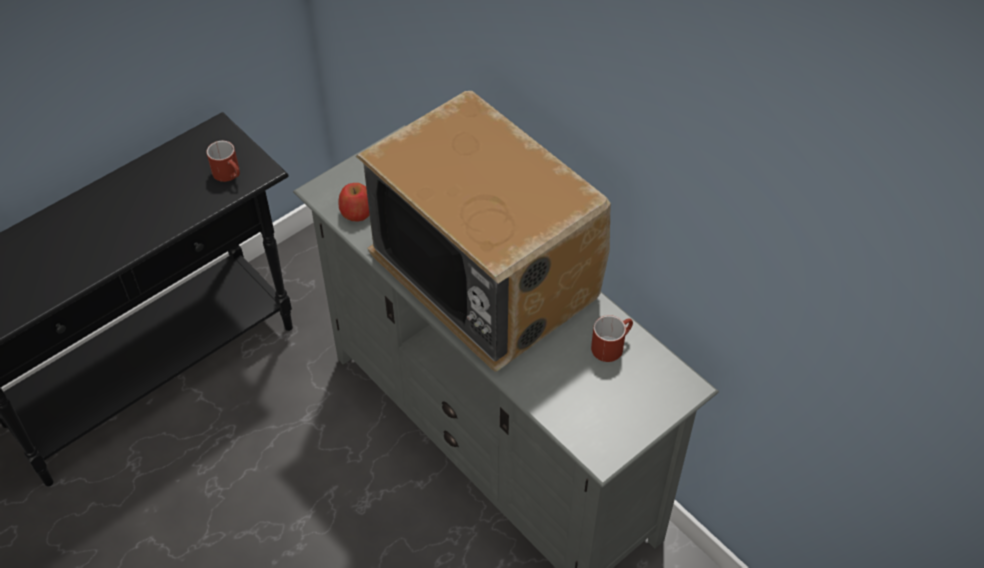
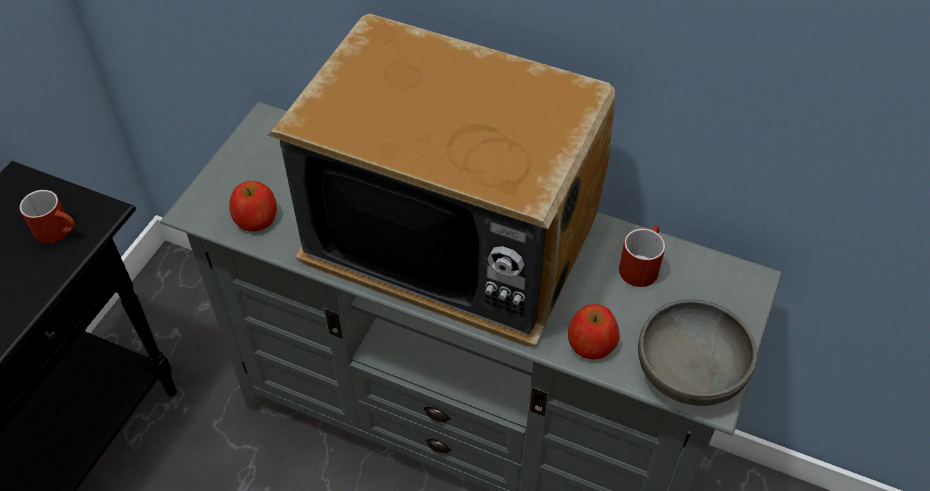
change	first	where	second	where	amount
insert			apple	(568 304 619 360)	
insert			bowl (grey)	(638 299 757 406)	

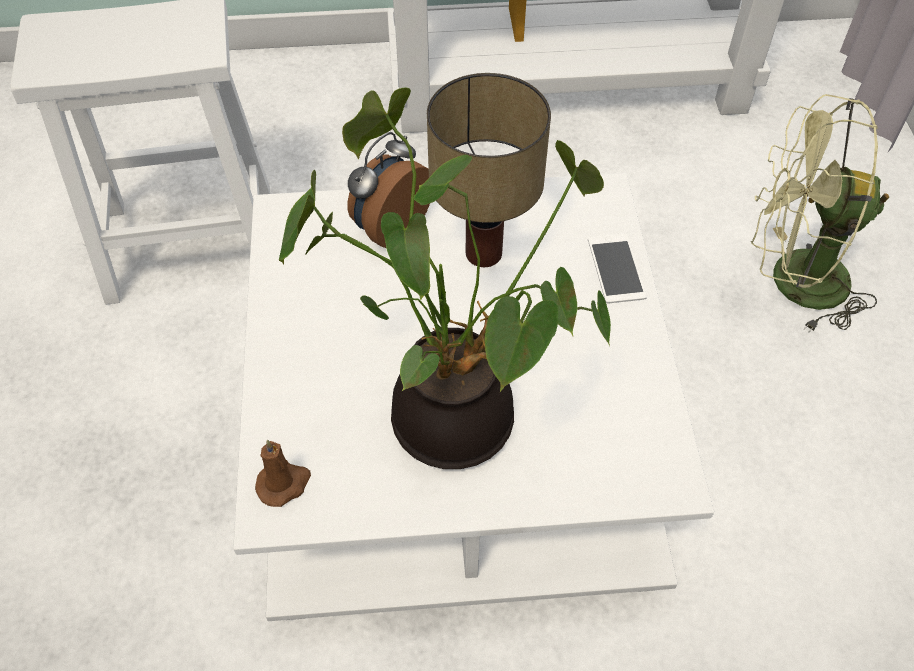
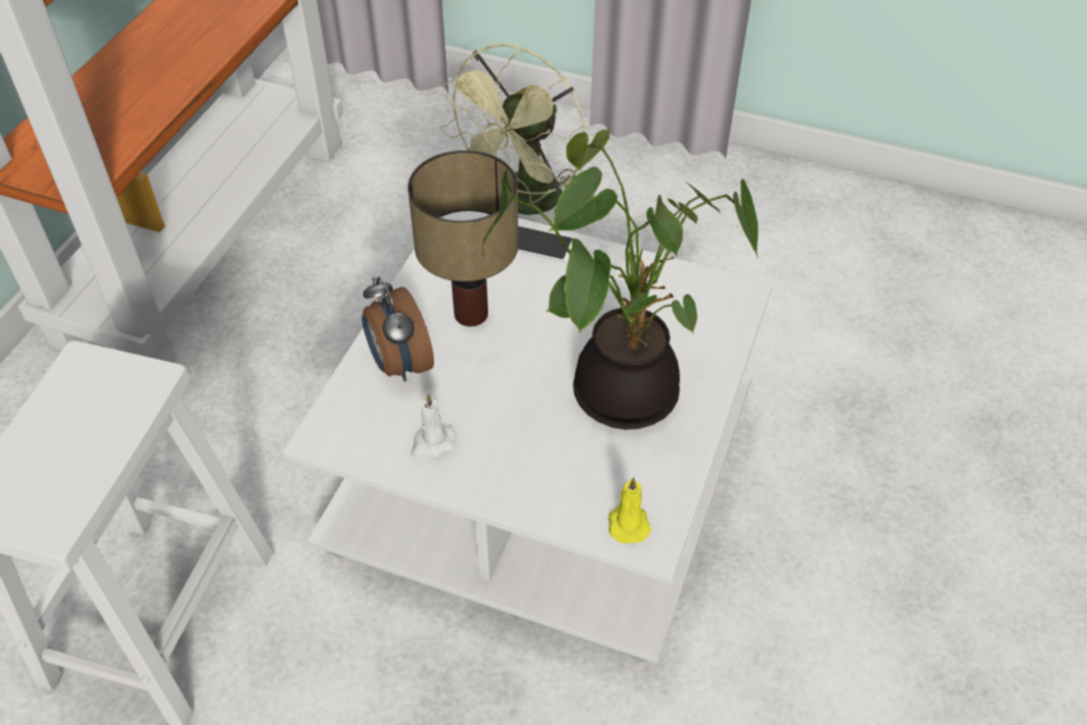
change	first	where	second	where	amount
recolor	candle (brown)	(255 440 311 507)	candle (yellow)	(608 477 651 543)	
insert			candle (white)	(411 394 456 460)	

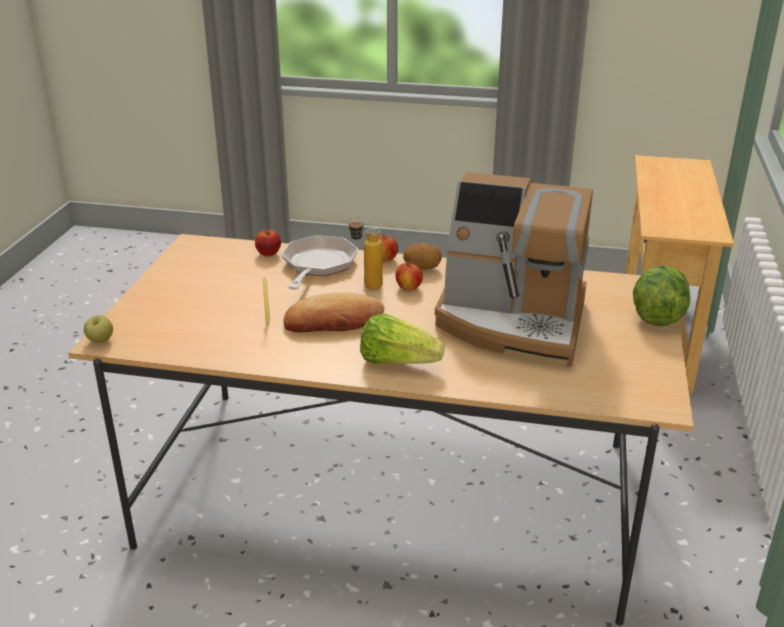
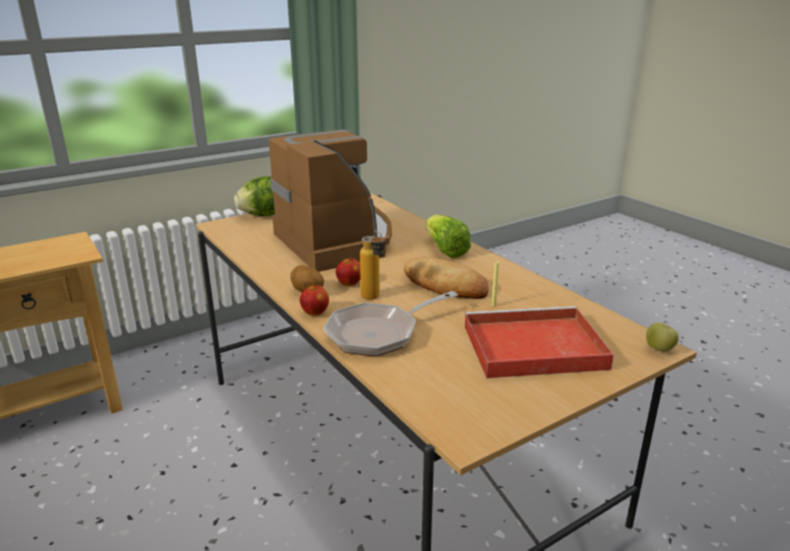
change	first	where	second	where	amount
delete	apple	(255 228 281 256)			
insert			tray (red)	(464 306 614 378)	

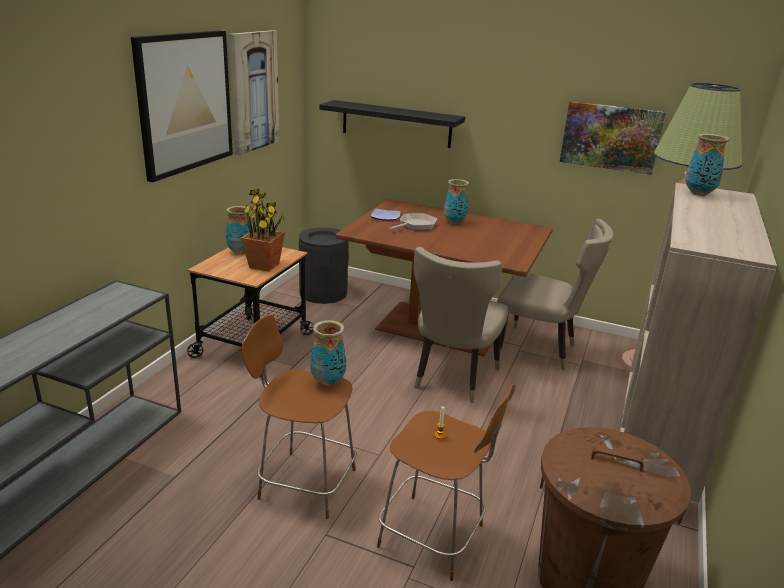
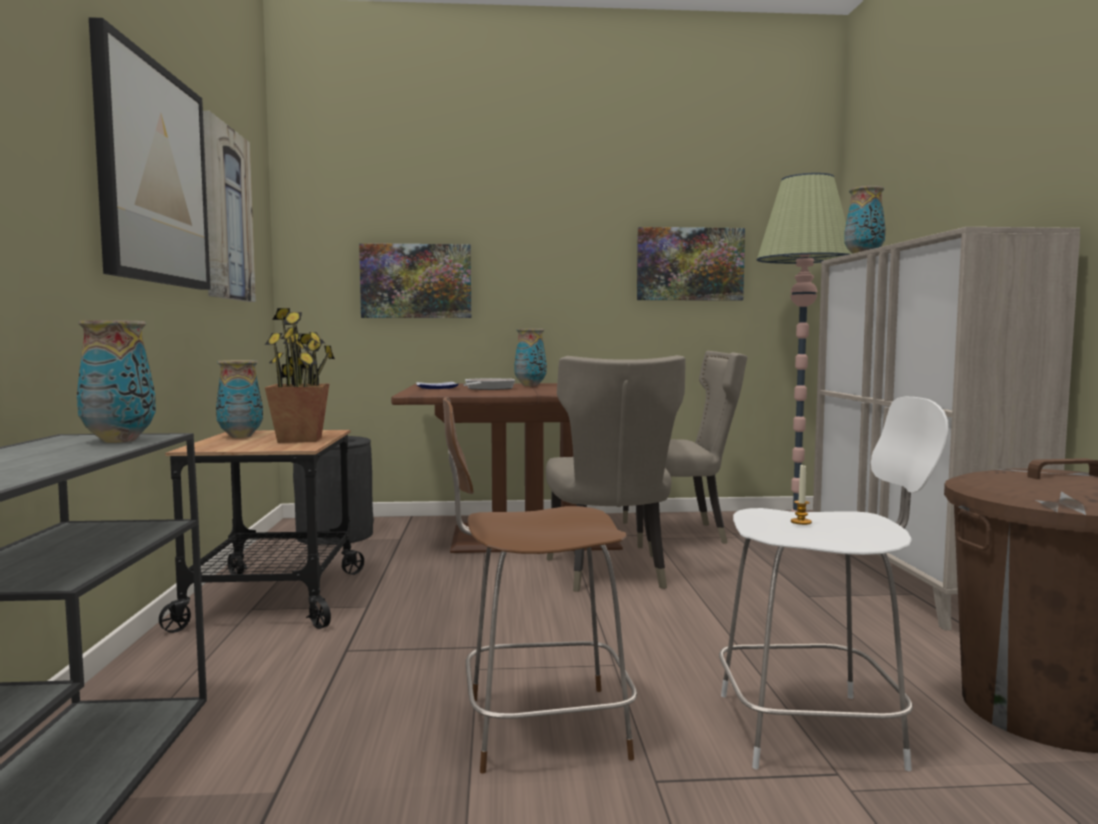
change	first	where	second	where	amount
move	vase	(310 320 346 386)		(77 320 156 443)	
replace	shelf (black)	(319 100 465 148)	picture	(359 243 471 318)	
recolor	stool (brown)	(377 384 515 581)	stool (white)	(719 397 949 771)	

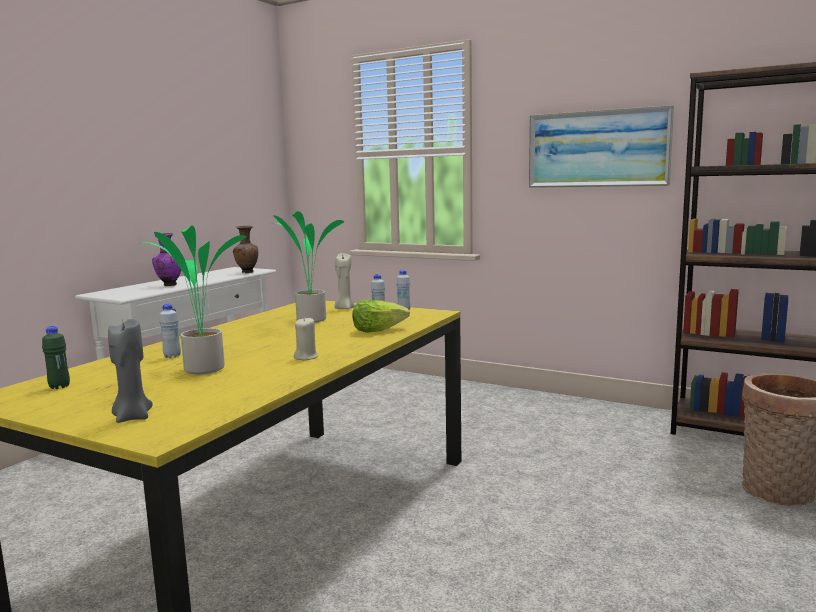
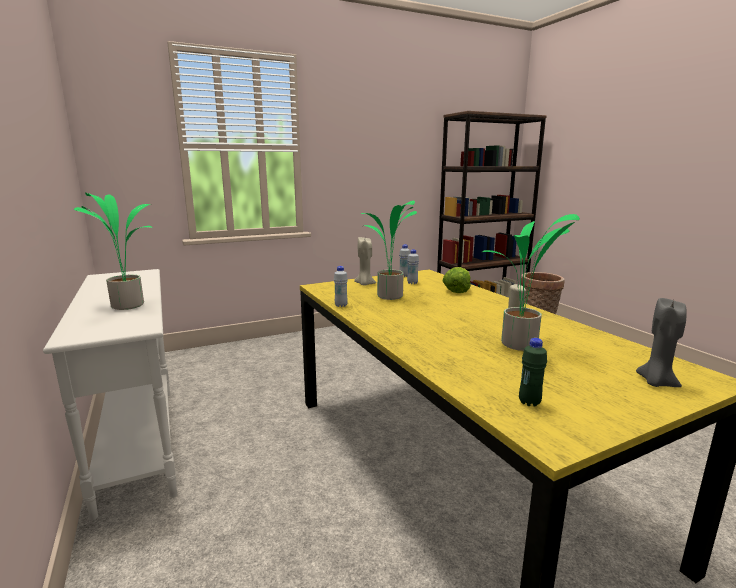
change	first	where	second	where	amount
replace	vase (purple)	(152 233 181 286)	potted plant	(74 193 152 310)	
move	bottle (white)	(159 304 181 358)		(334 266 348 307)	
delete	vase (brown)	(233 226 258 274)			
delete	picture	(529 105 674 188)			

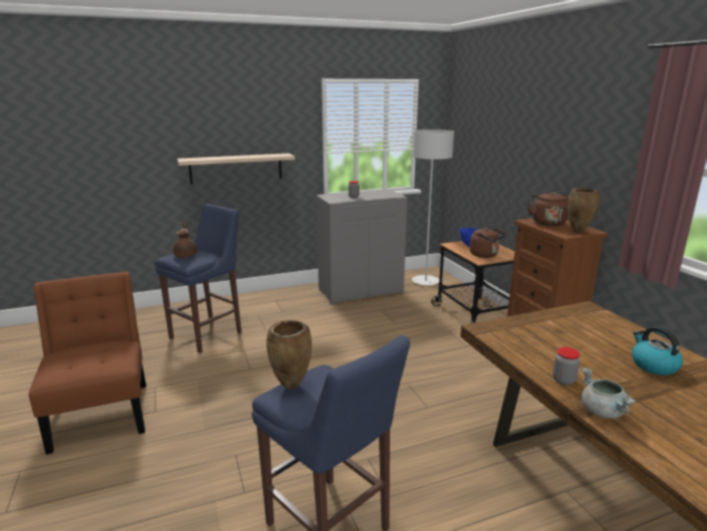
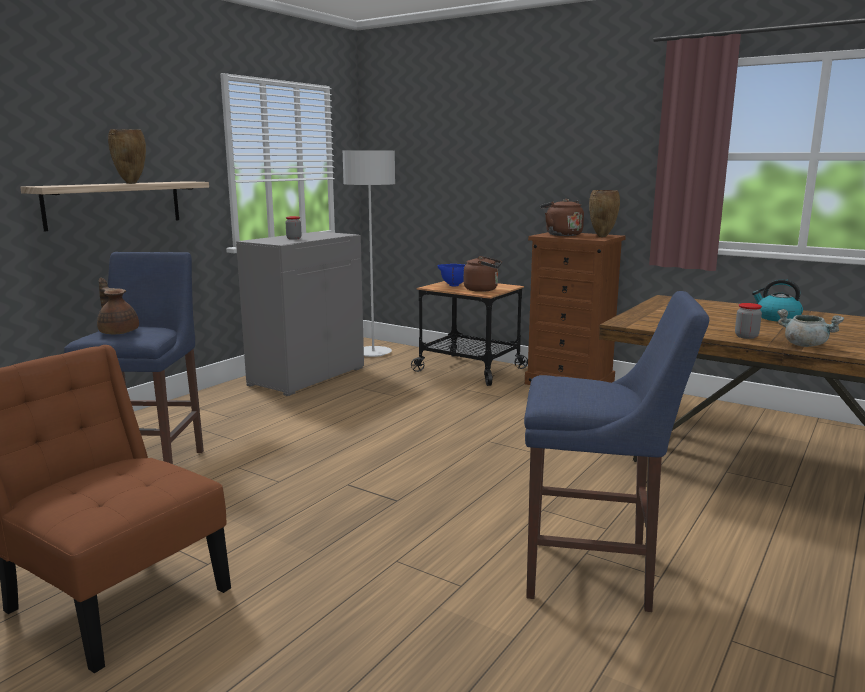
change	first	where	second	where	amount
move	vase (brown)	(266 320 312 390)		(108 129 146 184)	

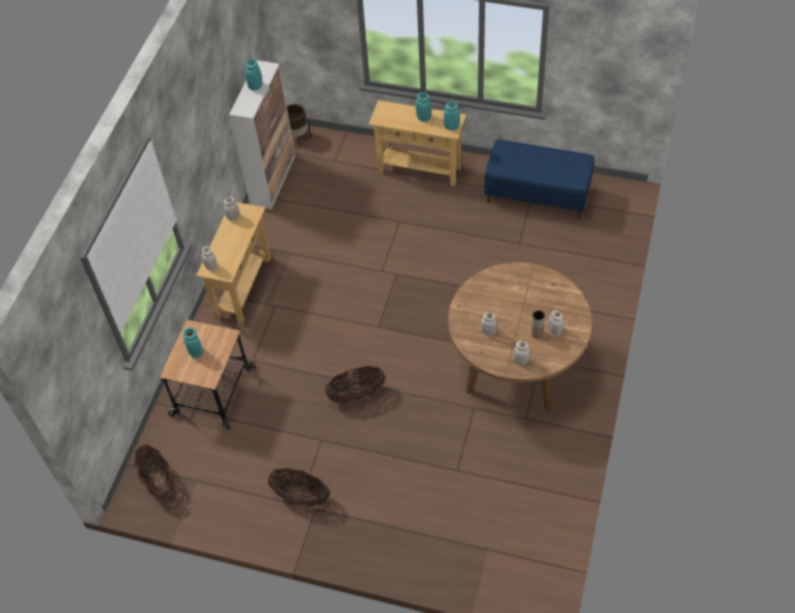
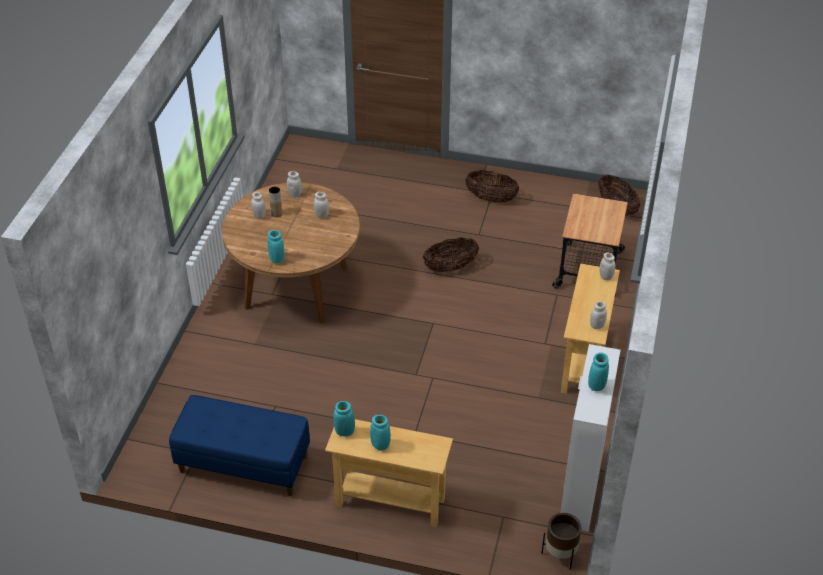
change	first	where	second	where	amount
move	vase (turquoise)	(183 328 203 358)		(268 230 285 264)	

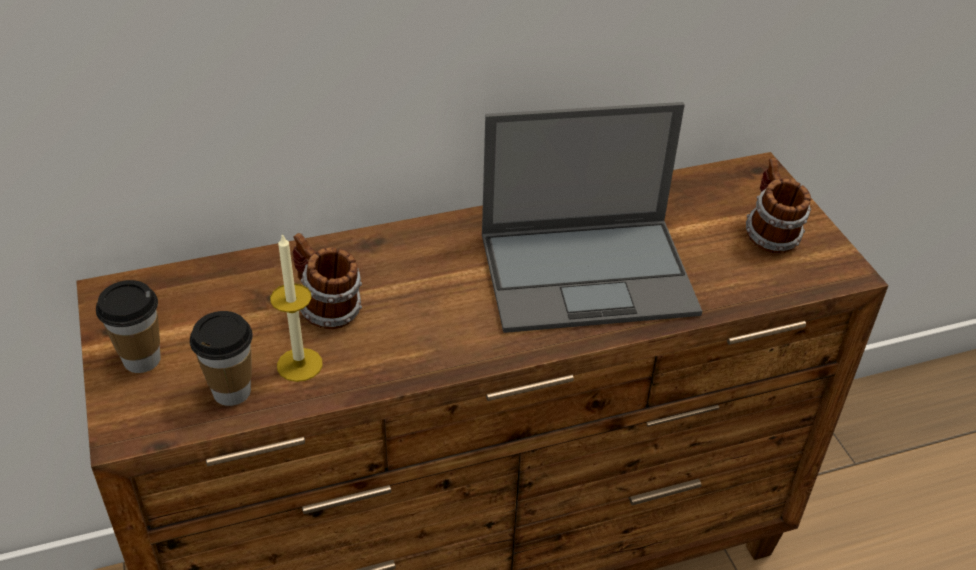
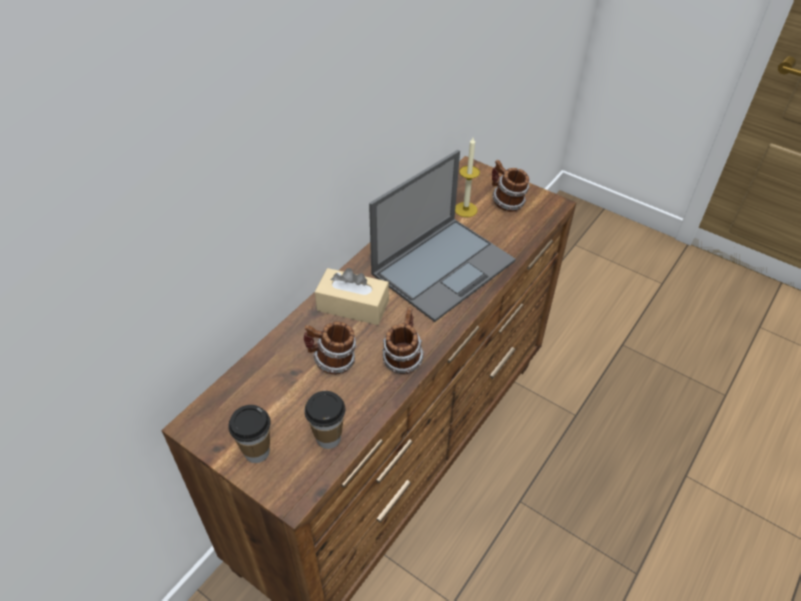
change	first	where	second	where	amount
move	candle	(270 233 323 382)		(455 138 480 217)	
insert			tissue box (beige)	(315 268 389 325)	
insert			mug	(382 307 424 374)	

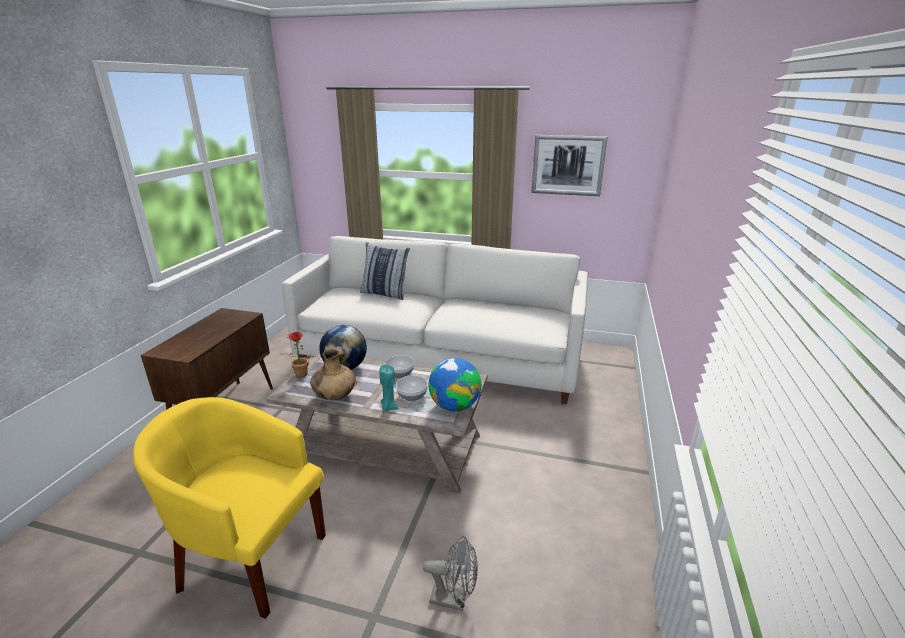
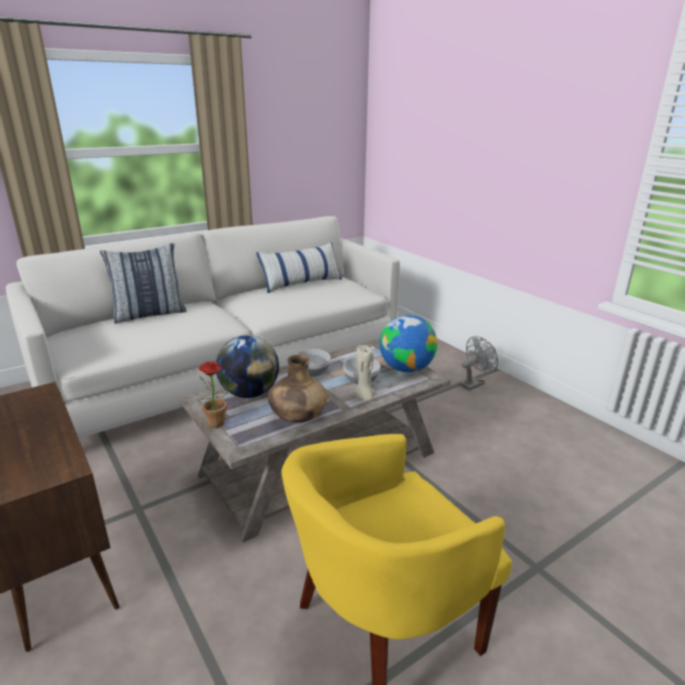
change	first	where	second	where	amount
recolor	candle (turquoise)	(380 365 399 412)	candle (beige)	(351 345 377 401)	
move	fan (grey)	(423 536 478 611)		(459 336 498 391)	
delete	picture	(532 135 608 196)			
insert			pillow	(256 242 342 293)	

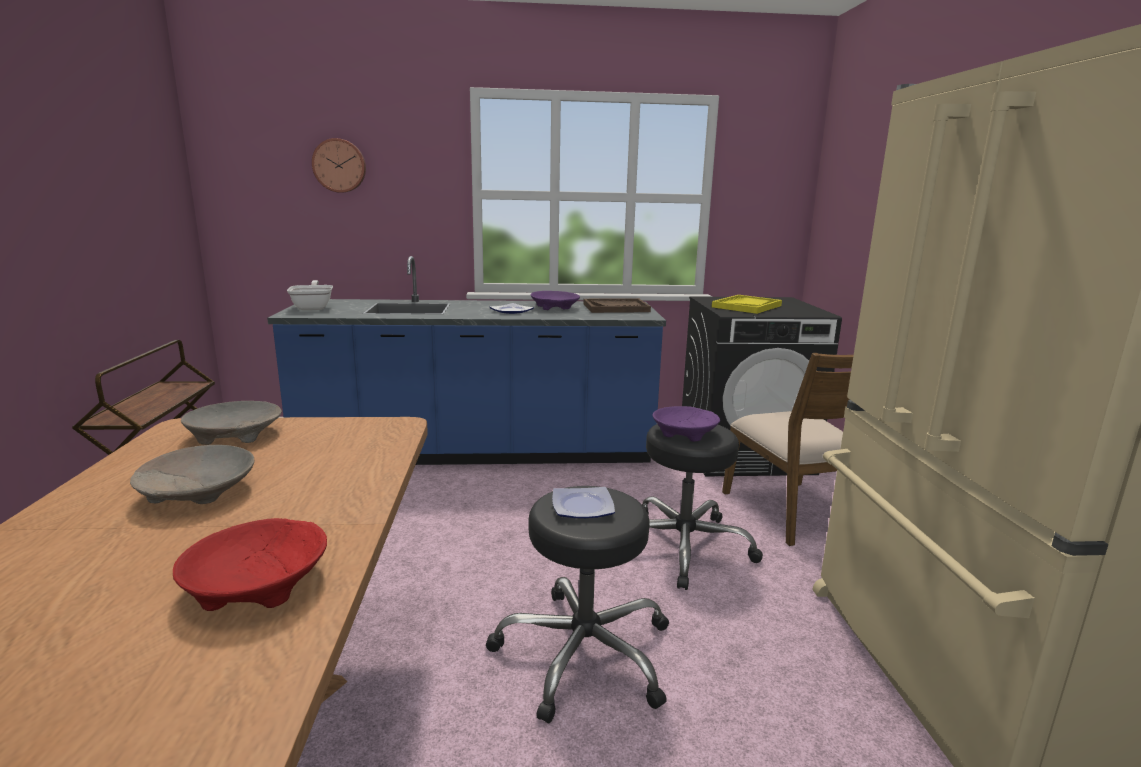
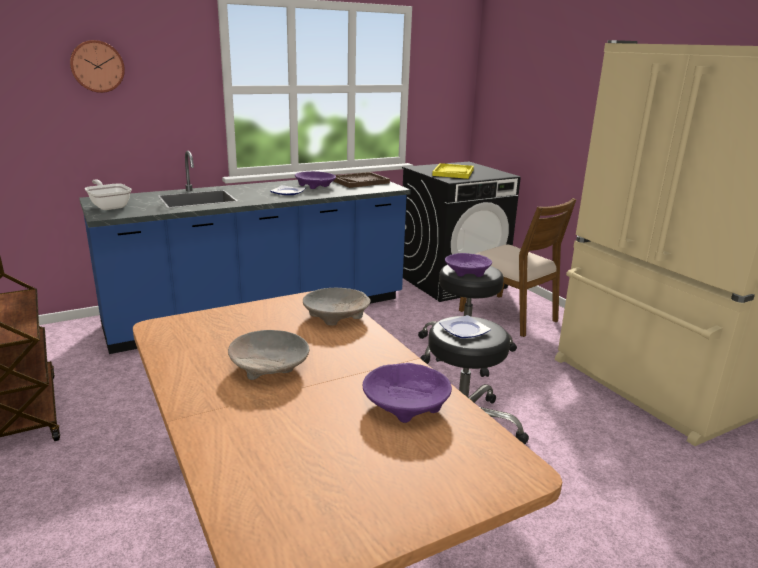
change	first	where	second	where	amount
recolor	bowl (red)	(173 518 327 611)	bowl (purple)	(363 363 452 423)	
move	bowl (beige)	(181 401 282 445)		(303 287 371 326)	

